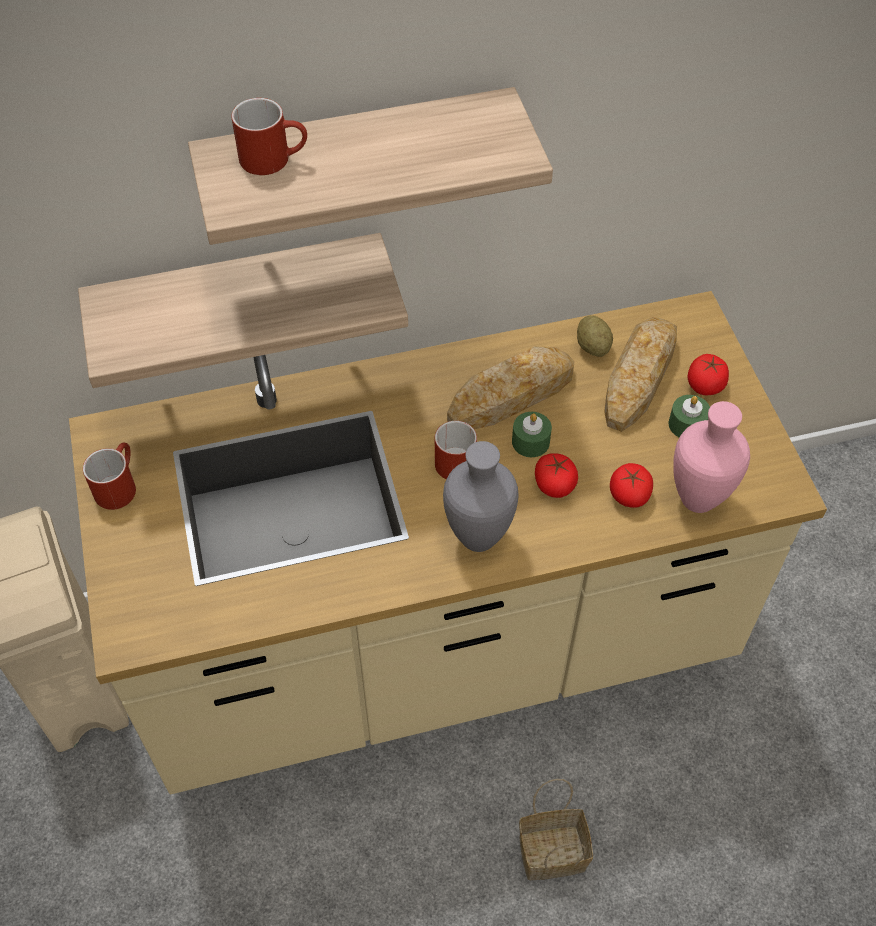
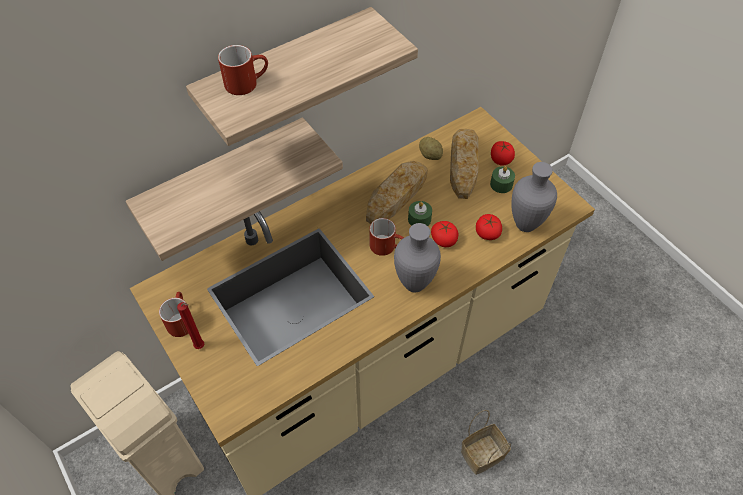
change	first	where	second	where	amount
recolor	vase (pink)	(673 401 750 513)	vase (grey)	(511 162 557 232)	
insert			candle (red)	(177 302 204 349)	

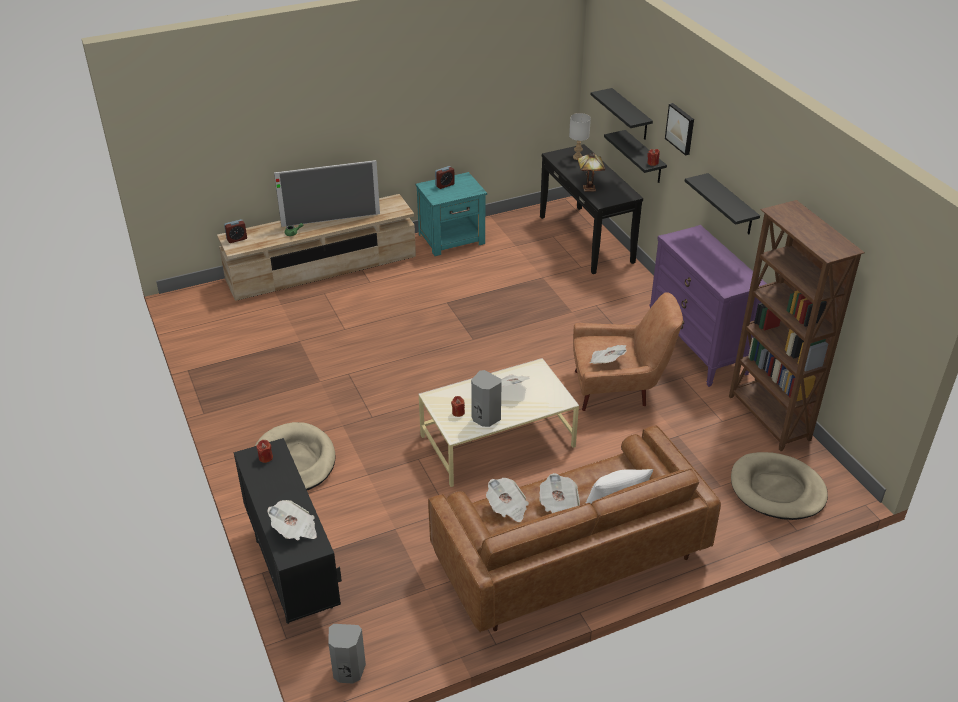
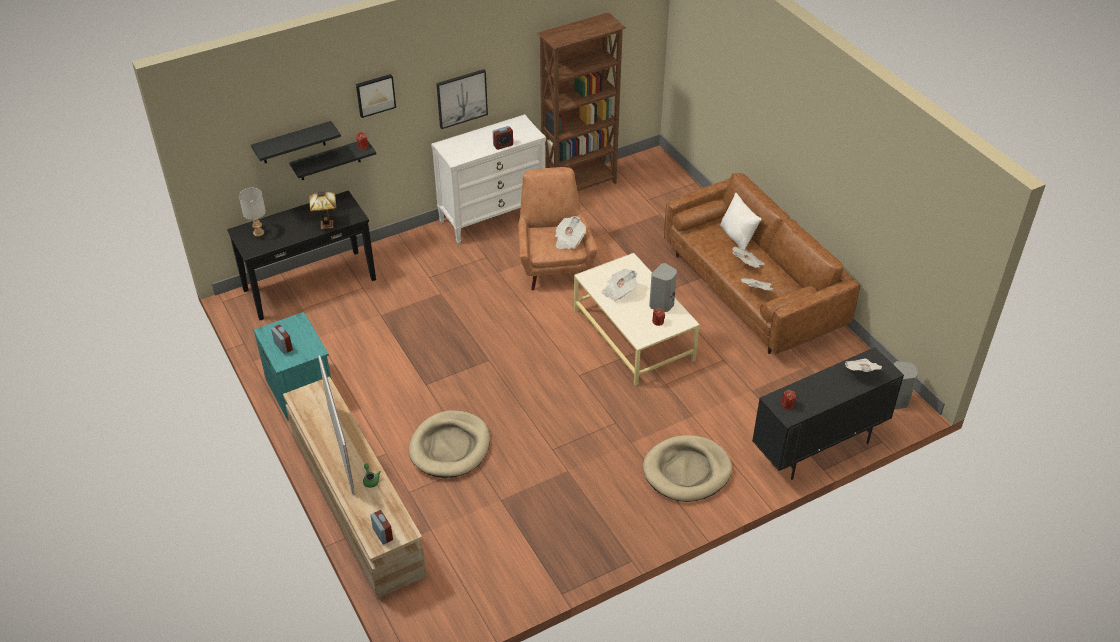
change	first	where	second	where	amount
recolor	dresser (purple)	(649 225 767 387)	dresser (white)	(431 114 546 244)	
replace	shelf (black)	(685 173 760 234)	picture	(436 69 488 129)	
move	dog bed (beige)	(731 452 828 520)		(409 410 490 478)	
insert			alarm clock	(493 126 513 150)	

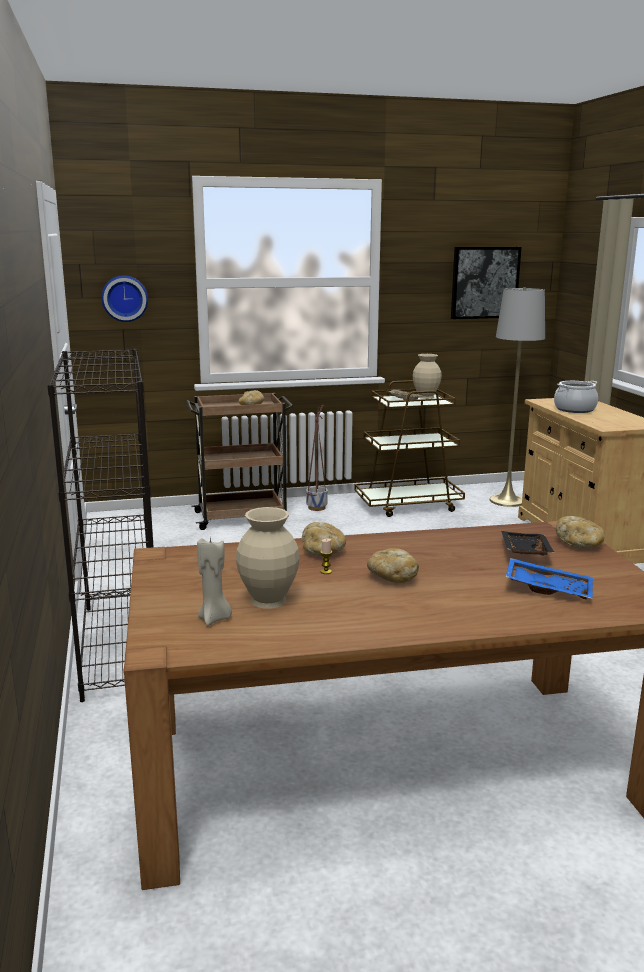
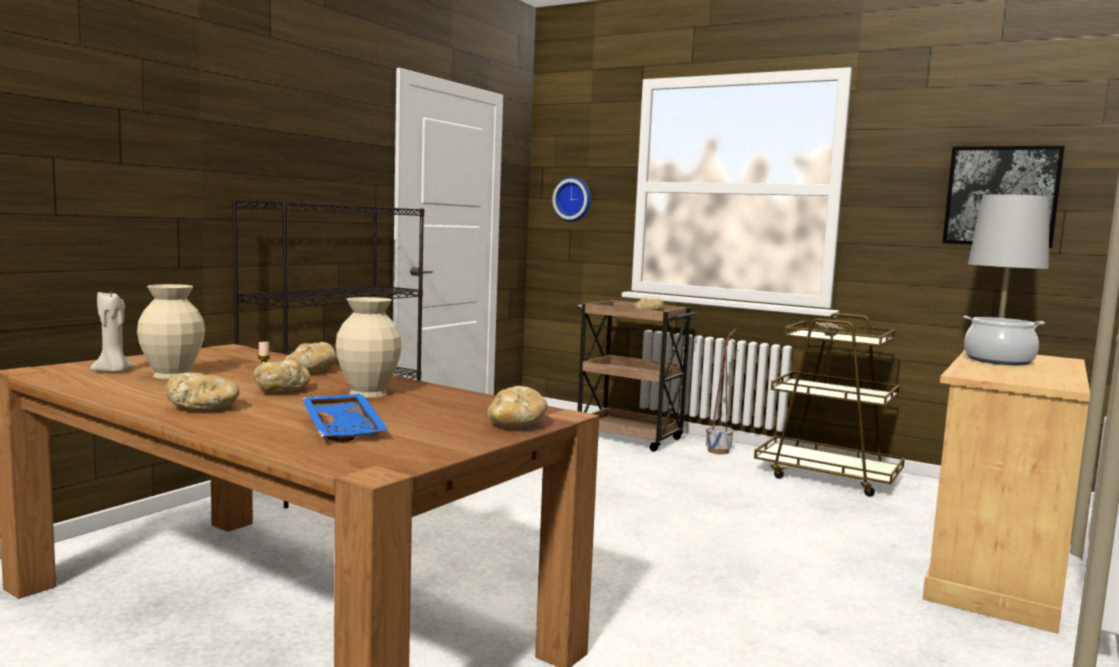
change	first	where	second	where	amount
move	vase (beige)	(413 354 442 399)		(335 297 402 398)	
delete	tray (black)	(501 531 555 556)			
insert			bread	(165 373 240 410)	

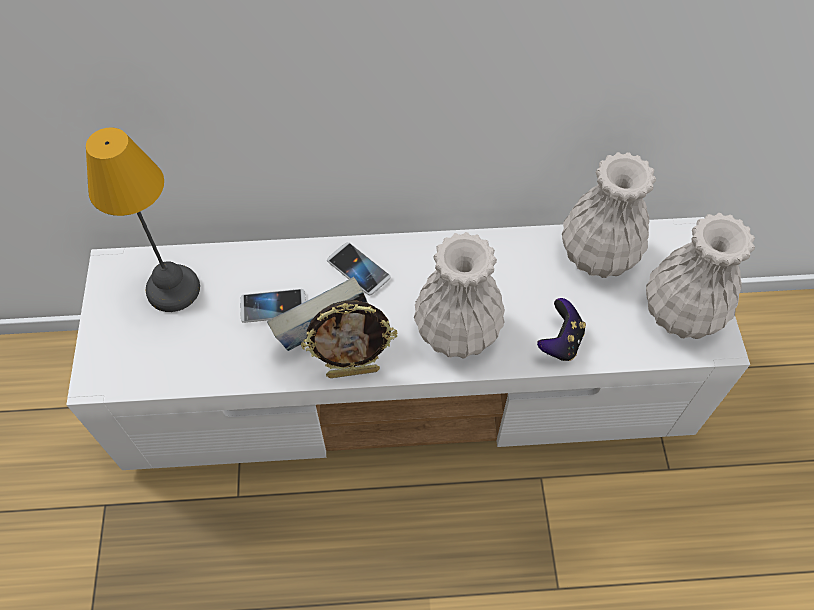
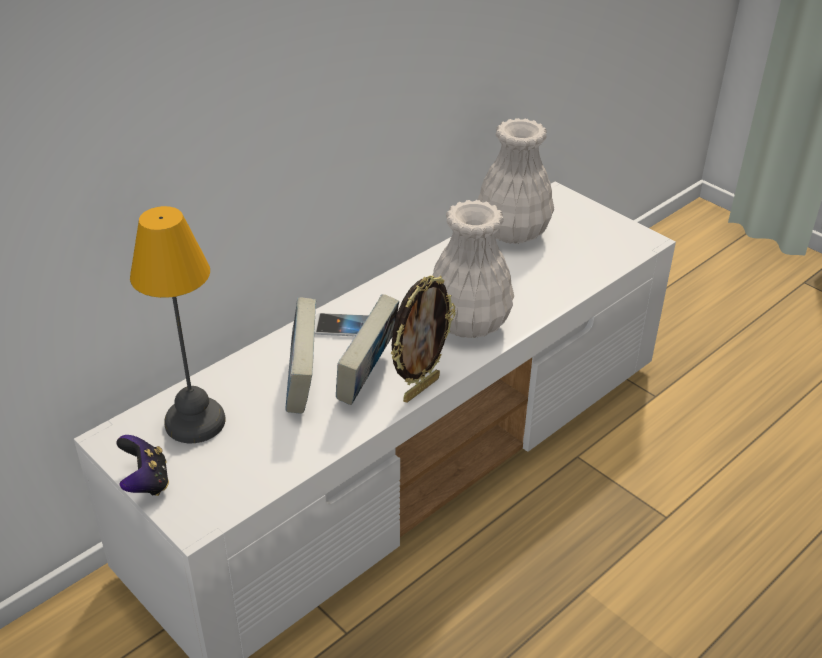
change	first	where	second	where	amount
replace	phone	(240 289 306 323)	book	(285 297 316 414)	
move	game controller	(537 298 586 361)		(116 435 169 496)	
delete	vase (white)	(646 213 755 339)			

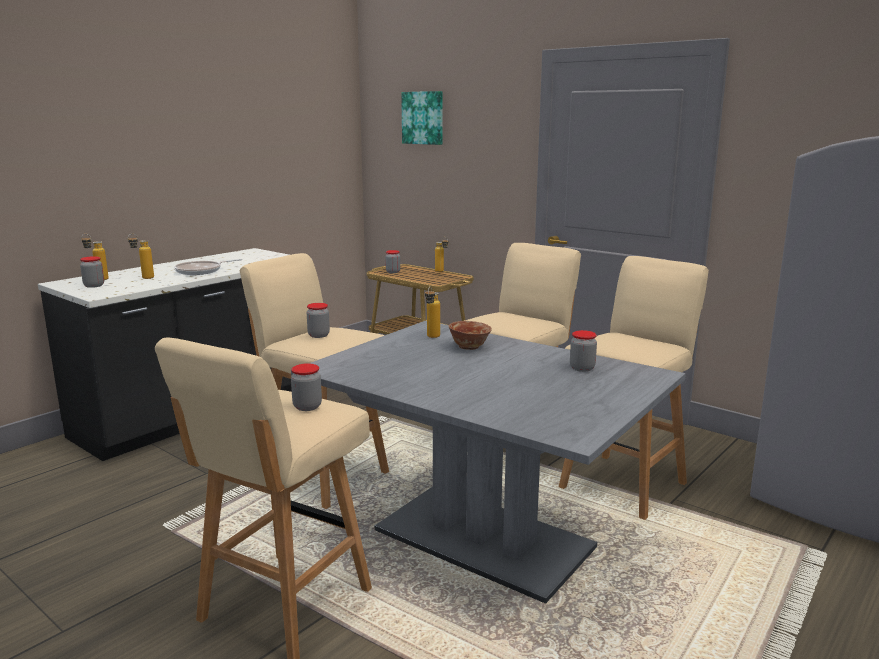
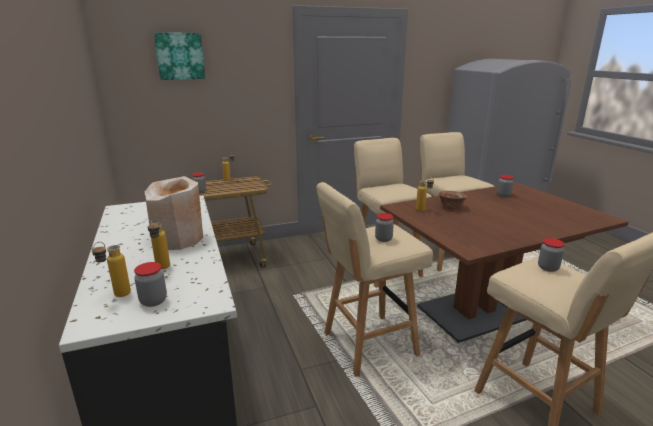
change	first	where	second	where	amount
replace	frying pan	(174 259 242 275)	vase (beige)	(145 176 203 250)	
recolor	dining table (grey)	(291 321 686 604)	dining table (brown)	(380 183 628 343)	

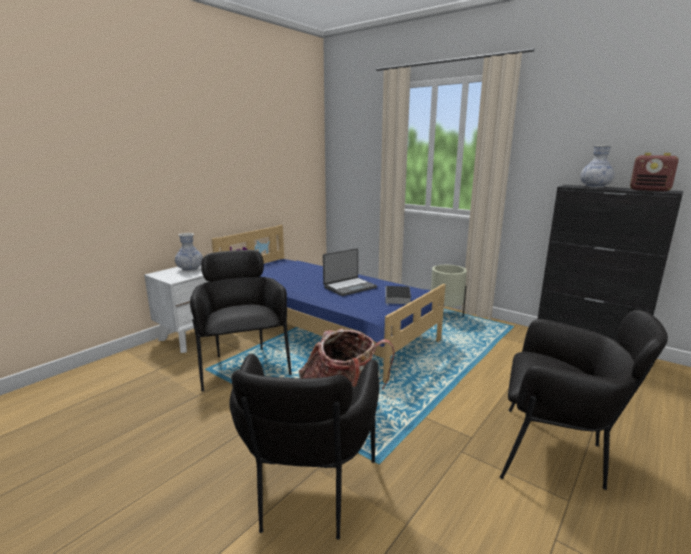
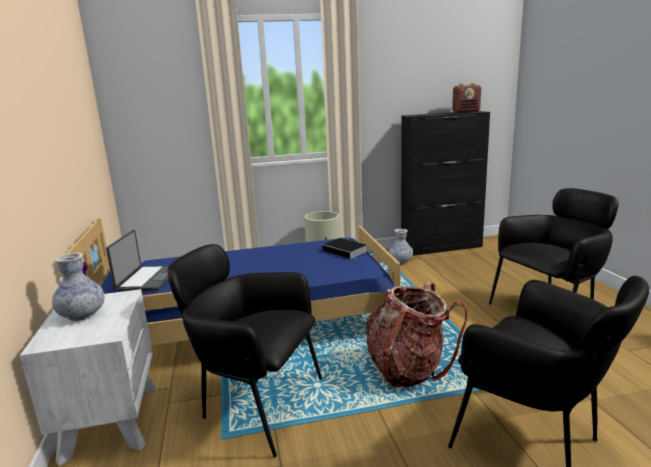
change	first	where	second	where	amount
move	laptop	(323 248 377 296)		(106 230 169 292)	
move	vase	(580 145 615 188)		(389 229 413 264)	

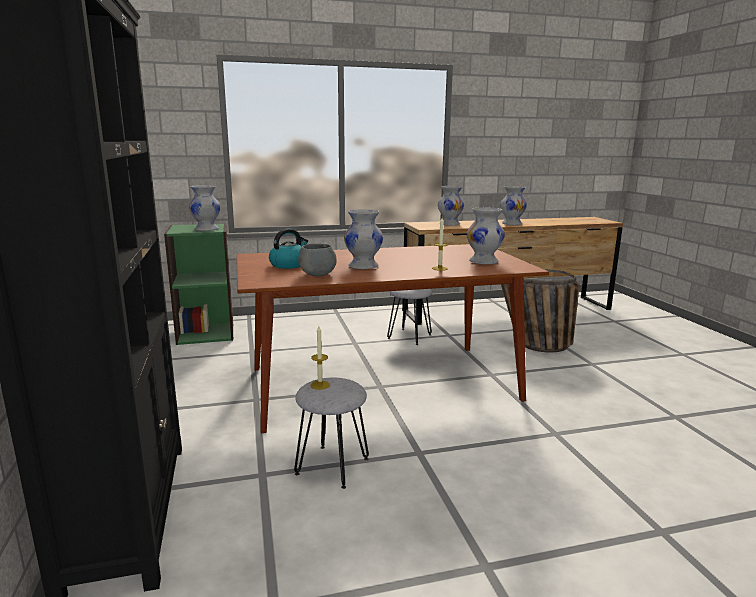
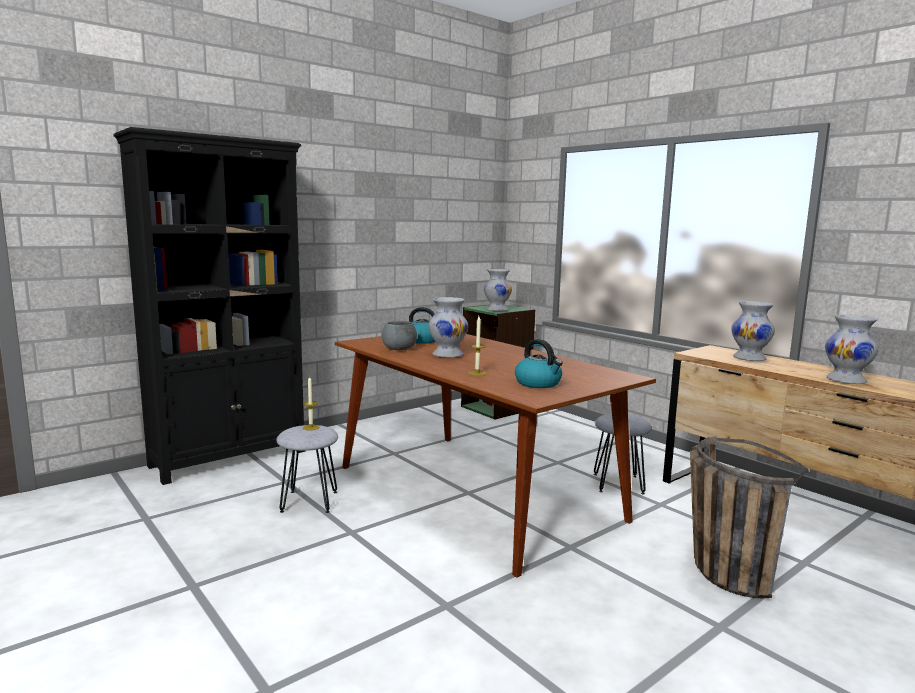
change	first	where	second	where	amount
replace	vase (white)	(467 207 505 264)	kettle	(515 339 563 388)	

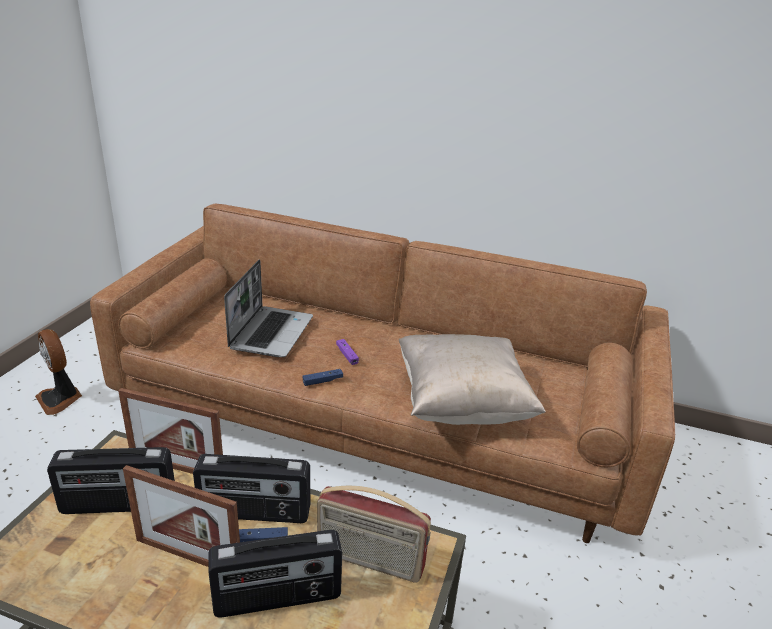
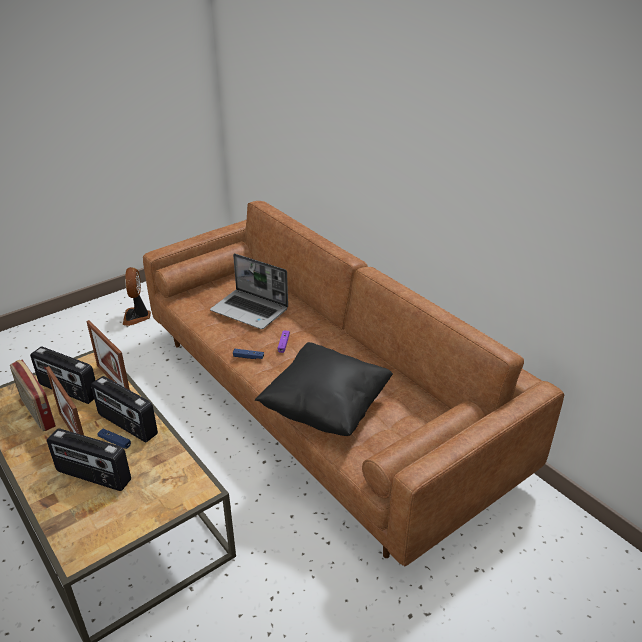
change	first	where	second	where	amount
rotate	laptop	(224 260 313 357)		(210 253 288 329)	75 degrees clockwise
move	radio	(317 486 431 583)		(10 360 56 431)	
recolor	pillow (beige)	(399 334 546 425)	pillow (black)	(255 342 393 436)	

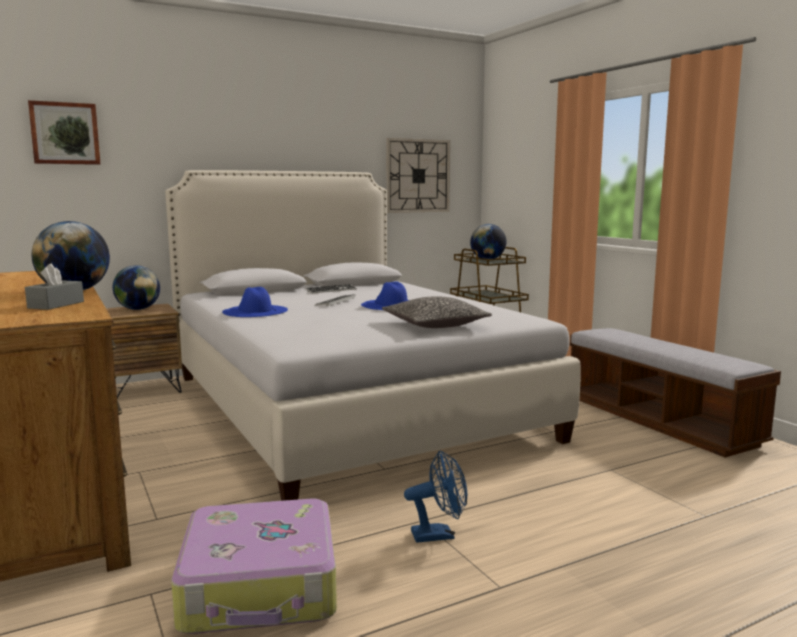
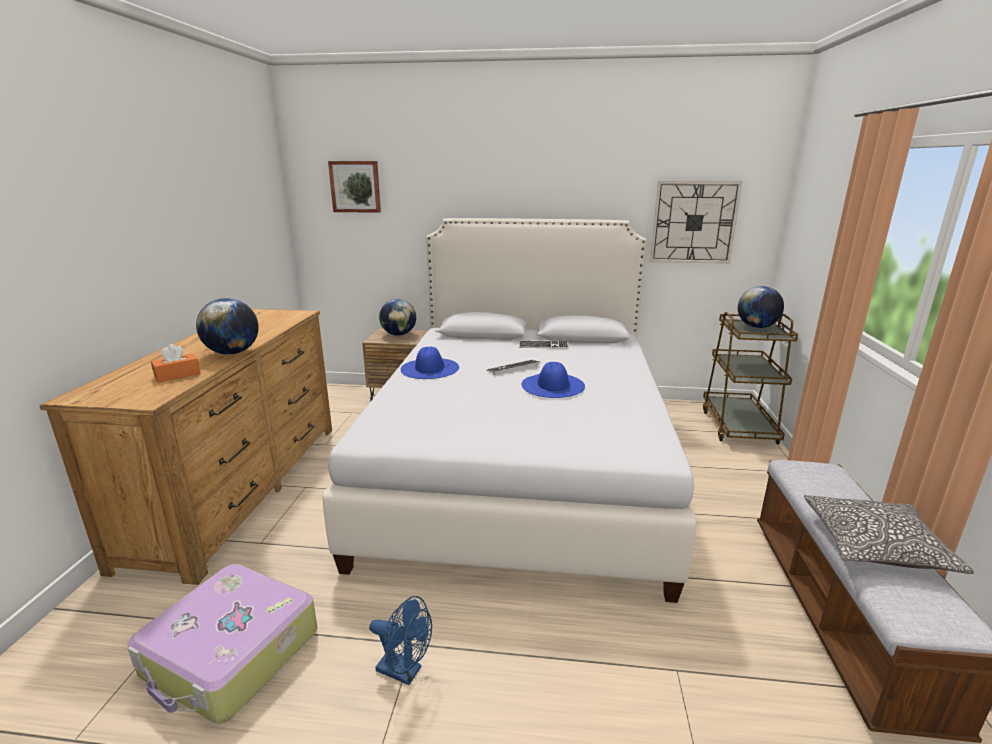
change	first	where	second	where	amount
recolor	tissue box (grey)	(25 264 84 310)	tissue box (orange)	(151 344 200 382)	
move	pillow	(382 296 492 328)		(804 495 974 574)	

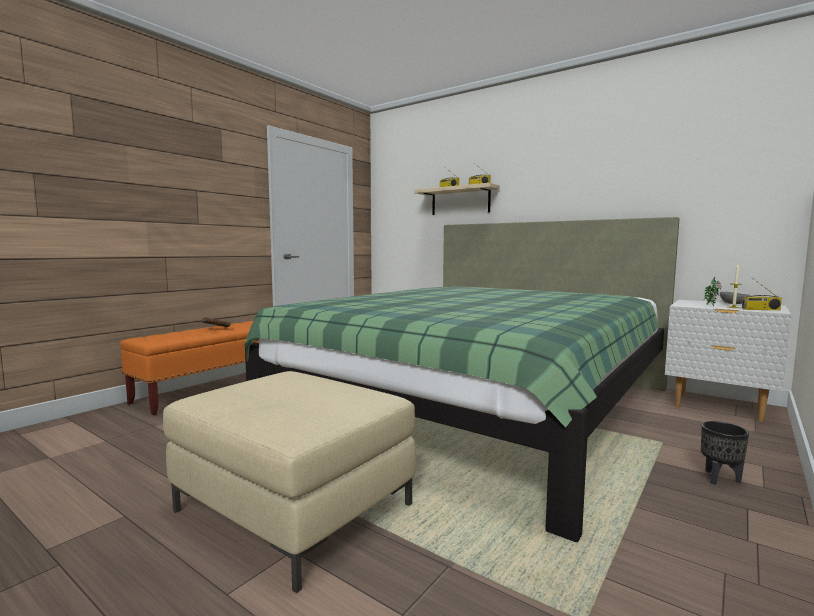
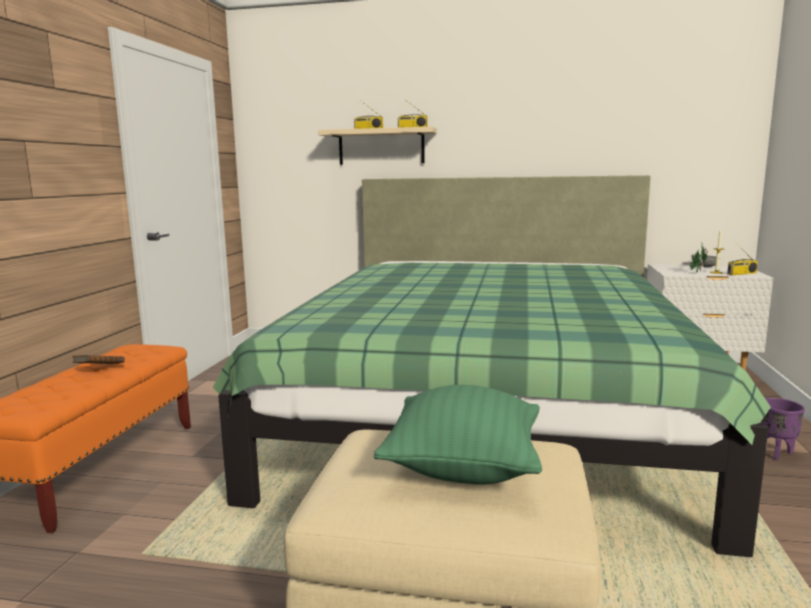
change	first	where	second	where	amount
recolor	planter (black)	(701 421 749 485)	planter (purple)	(762 398 805 461)	
insert			pillow (green)	(374 385 542 485)	

